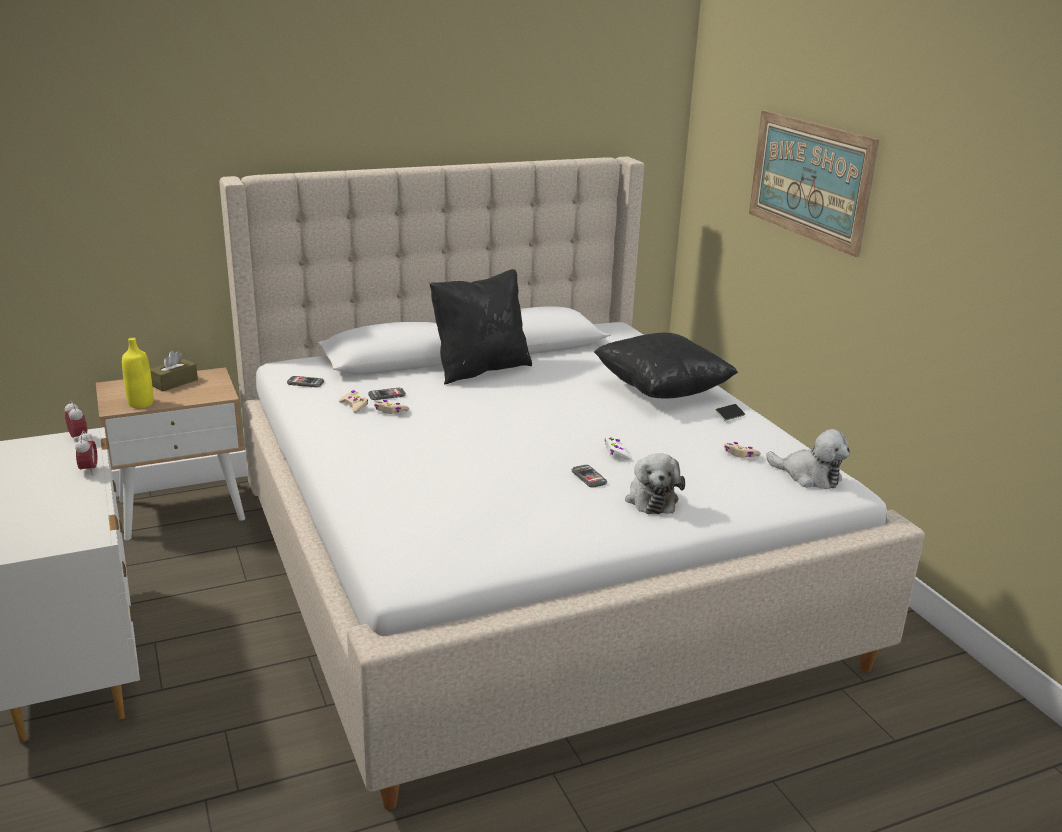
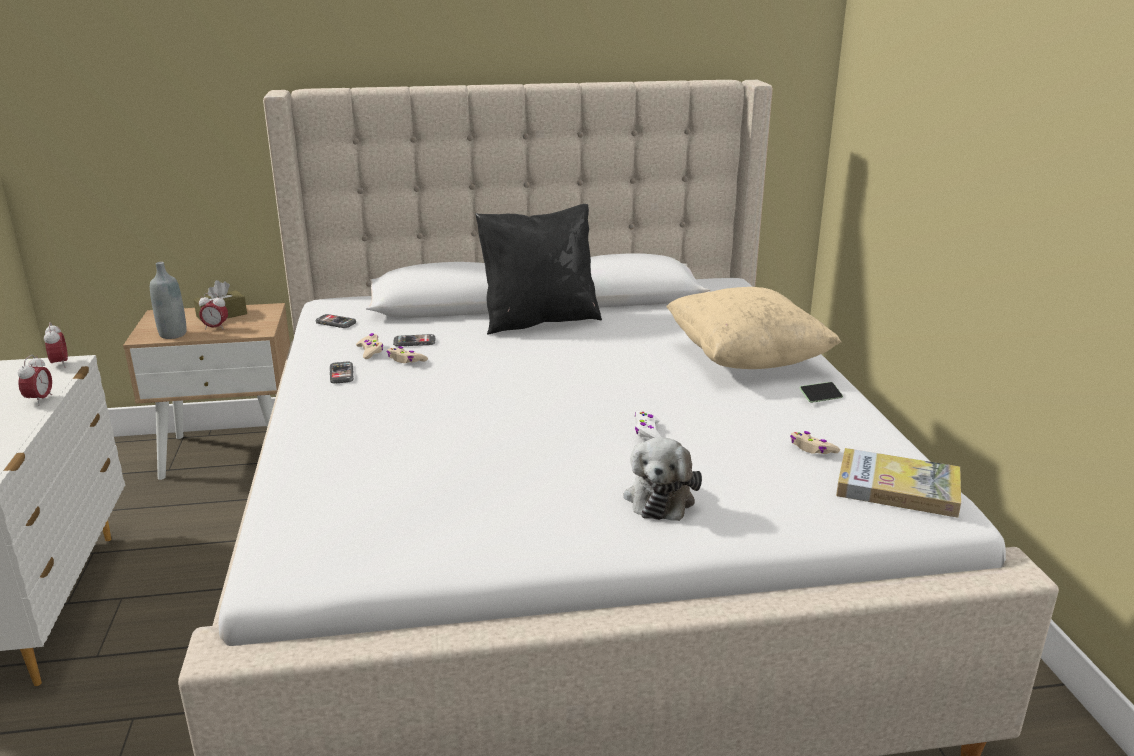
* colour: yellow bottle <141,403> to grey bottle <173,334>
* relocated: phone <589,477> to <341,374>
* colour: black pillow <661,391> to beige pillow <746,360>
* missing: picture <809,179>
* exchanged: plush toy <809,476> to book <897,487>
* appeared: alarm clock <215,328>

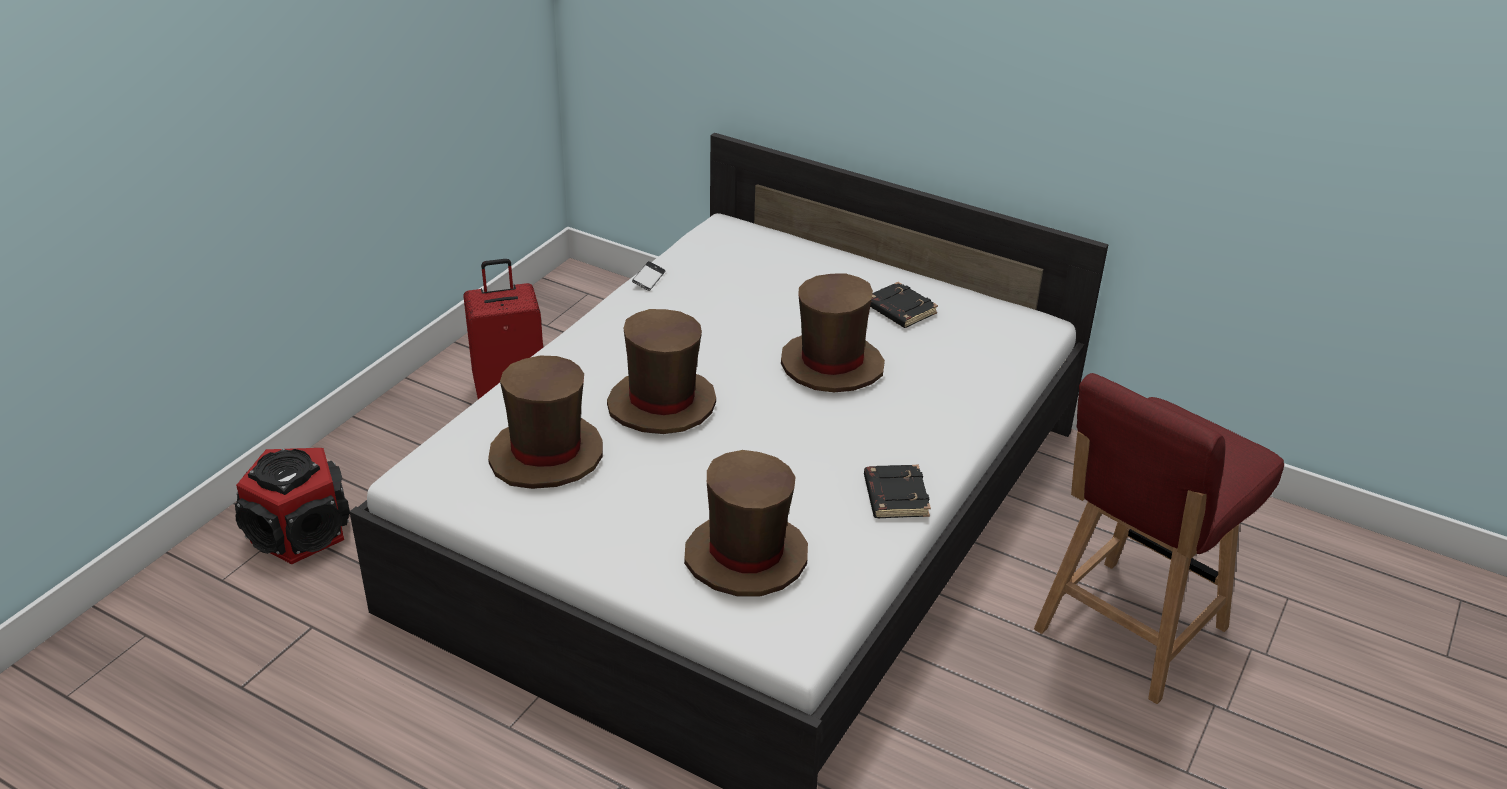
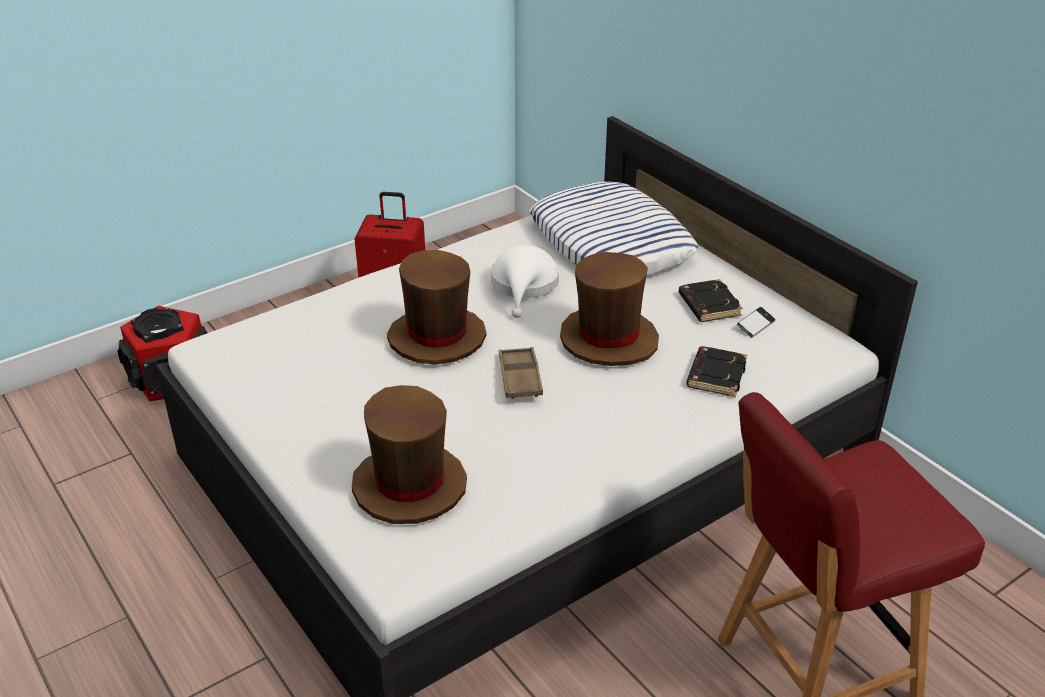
* missing: brown hat <547,455>
* relocated: phone <648,279> to <755,325>
* relocated: black book <894,496> to <715,375>
* appeared: white hat <524,285>
* appeared: brown tray <520,378>
* appeared: pillow <611,242>

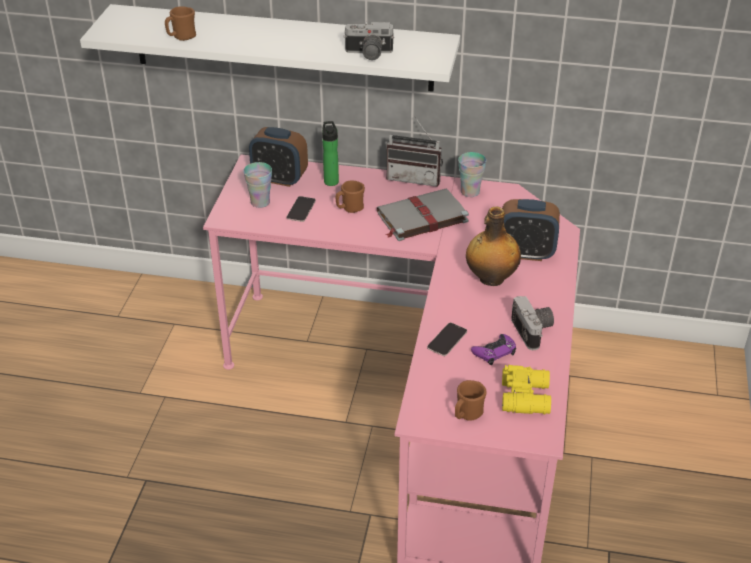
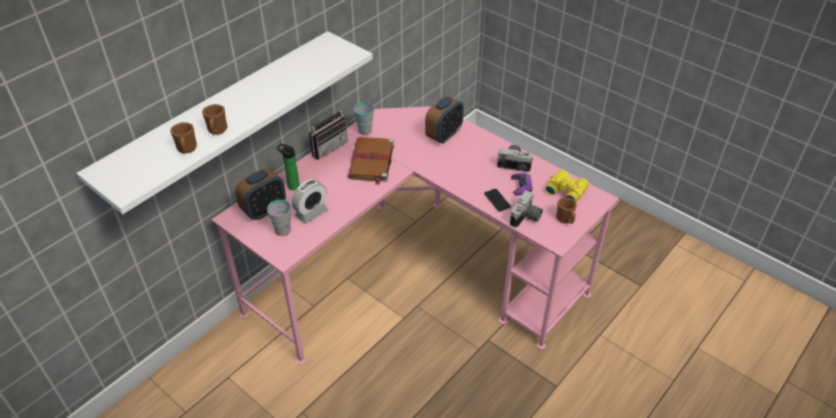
* exchanged: phone <301,209> to alarm clock <311,213>
* relocated: brown mug <350,209> to <217,131>
* relocated: photo camera <368,54> to <526,218>
* colour: grey book <420,217> to brown book <371,162>
* missing: bottle <490,279>

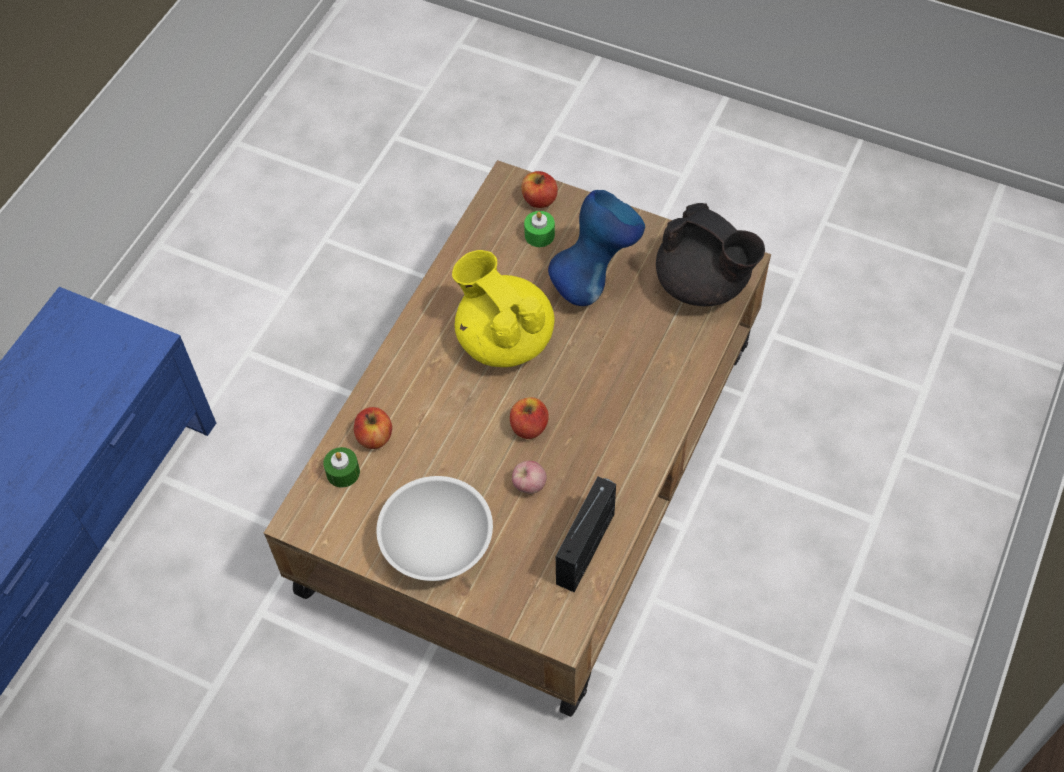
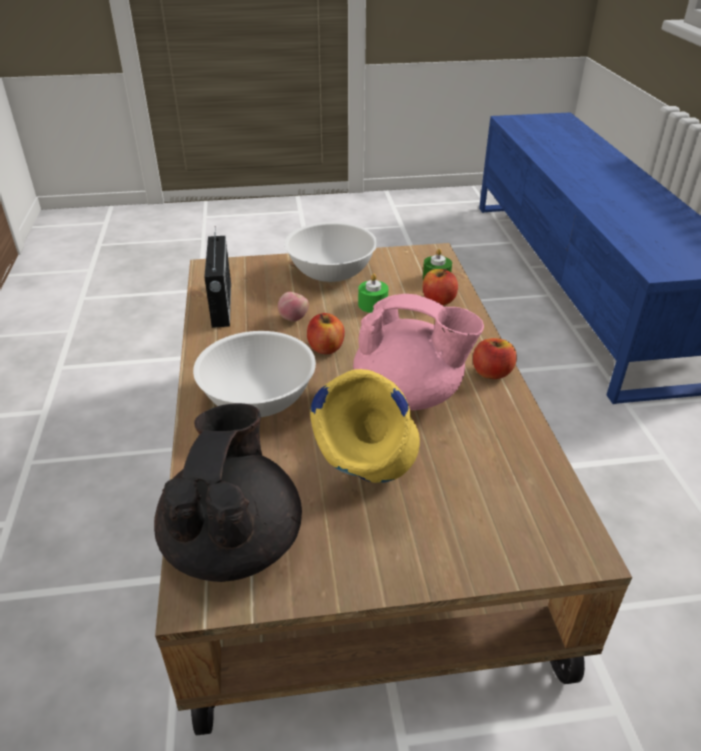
* colour: yellow teapot <504,338> to pink teapot <409,395>
* relocated: apple <539,200> to <492,372>
* relocated: green candle <539,235> to <373,304>
* colour: blue vase <595,279> to yellow vase <369,487>
* spun: black teapot <703,284> = <234,543> 90 degrees clockwise
* appeared: white bowl <258,398>

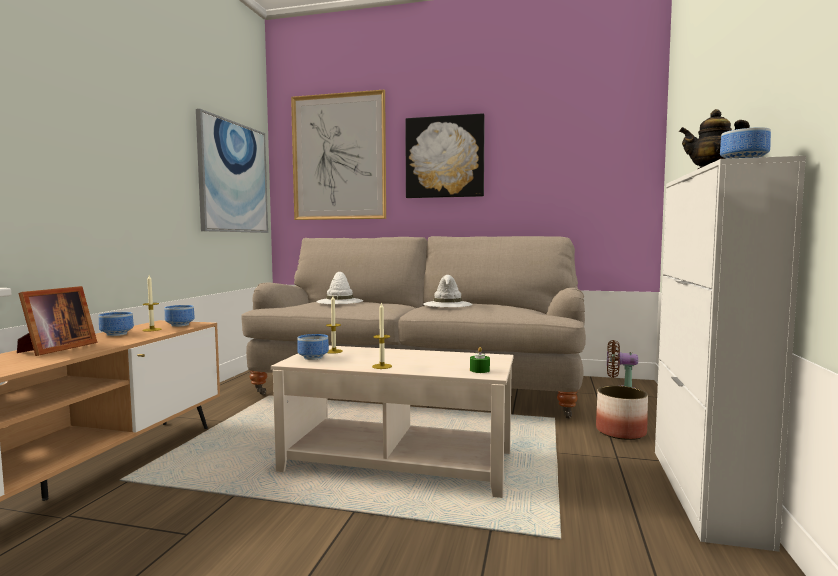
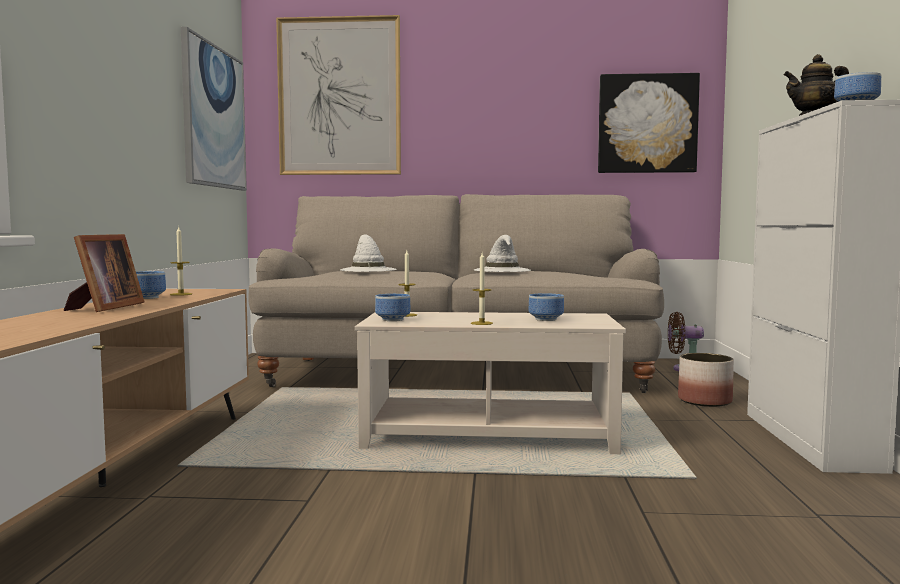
* relocated: bowl <180,325> to <545,319>
* relocated: picture <444,157> to <647,124>
* missing: green candle <479,370>

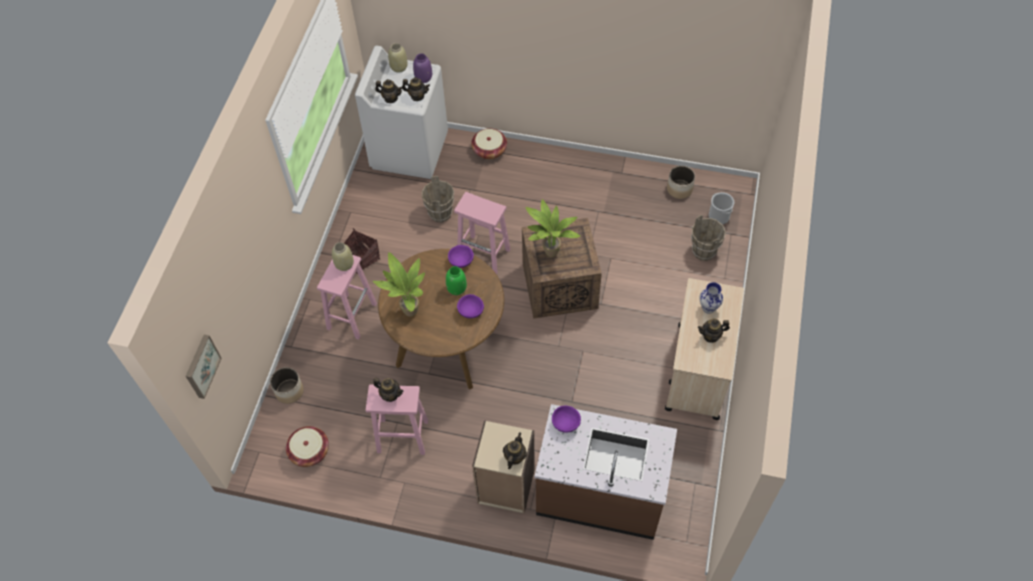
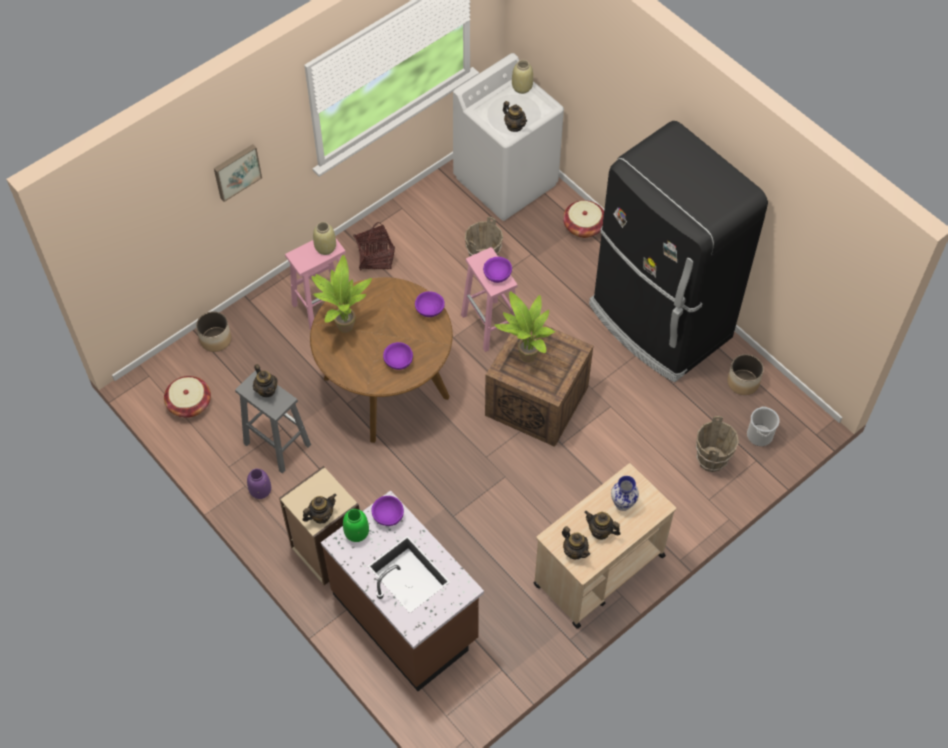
* relocated: picture <201,366> to <236,171>
* colour: pink stool <401,436> to grey stool <276,444>
* relocated: teapot <390,98> to <575,551>
* relocated: purple vase <423,78> to <260,491>
* relocated: green vase <457,288> to <357,533>
* appeared: purple bowl <497,275>
* appeared: black fridge <659,323>

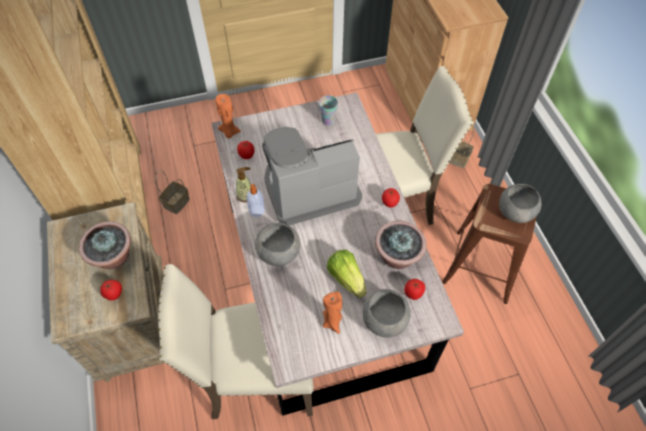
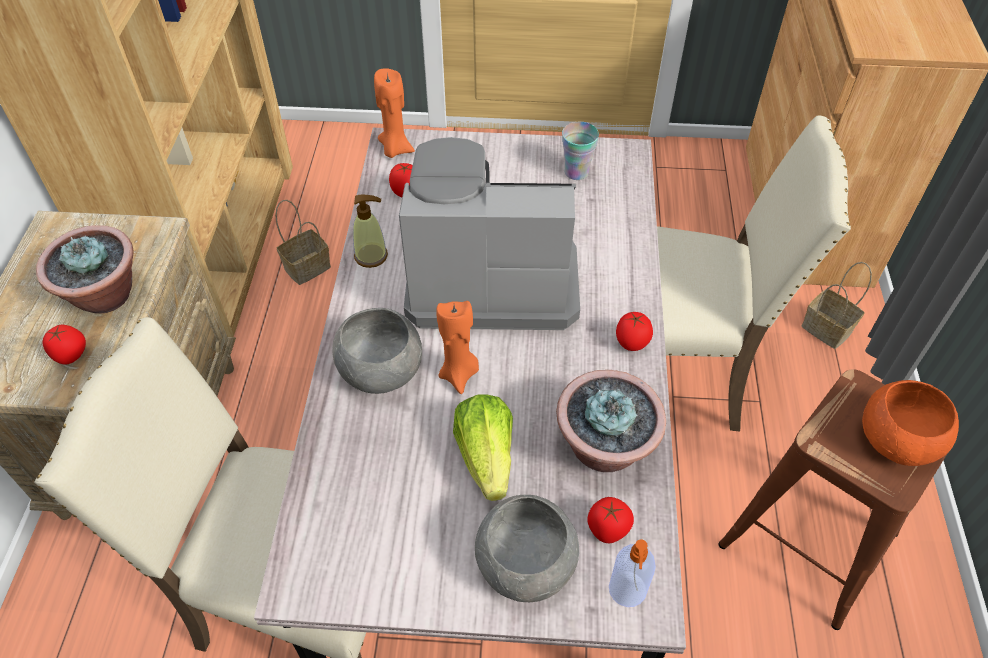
* relocated: soap dispenser <257,211> to <627,591>
* relocated: orange candle <332,322> to <459,374>
* colour: grey bowl <515,212> to orange bowl <896,440>

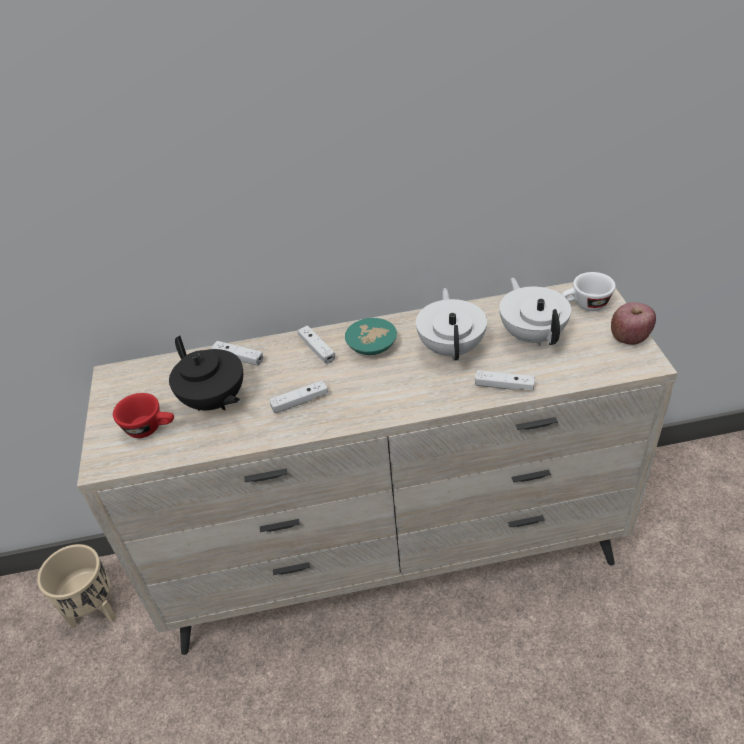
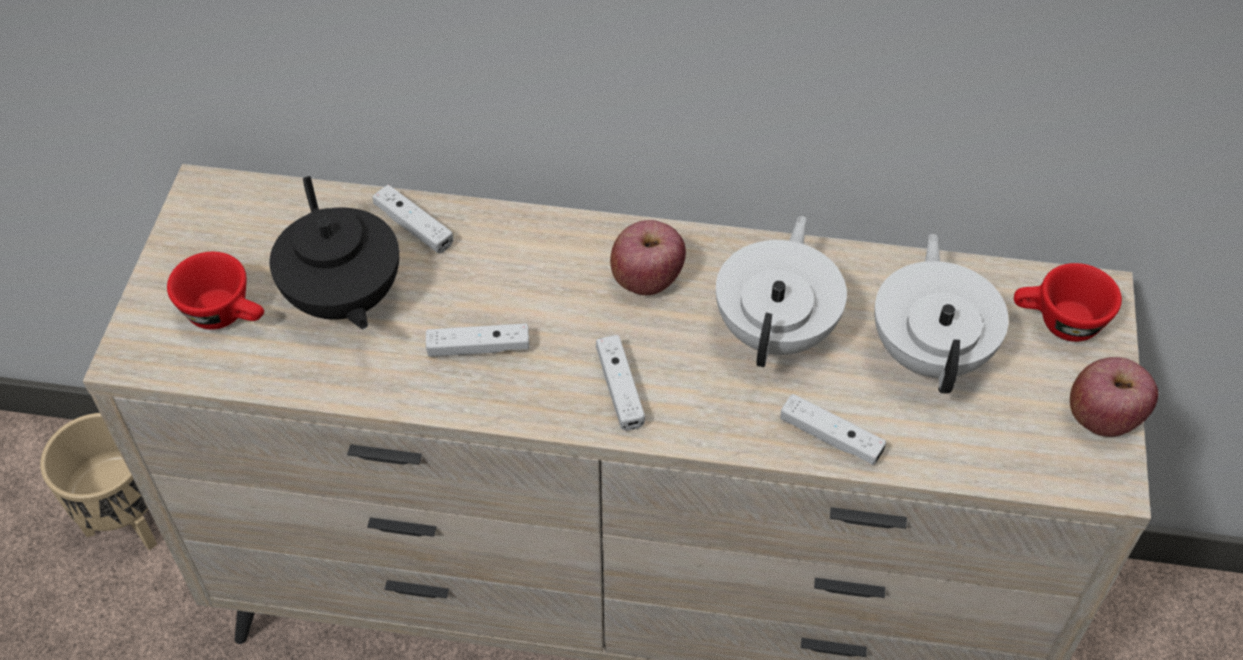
* relocated: white game controller <316,349> to <620,389>
* exchanged: turquoise bowl <373,346> to apple <646,279>
* colour: white cup <585,305> to red cup <1058,322>

